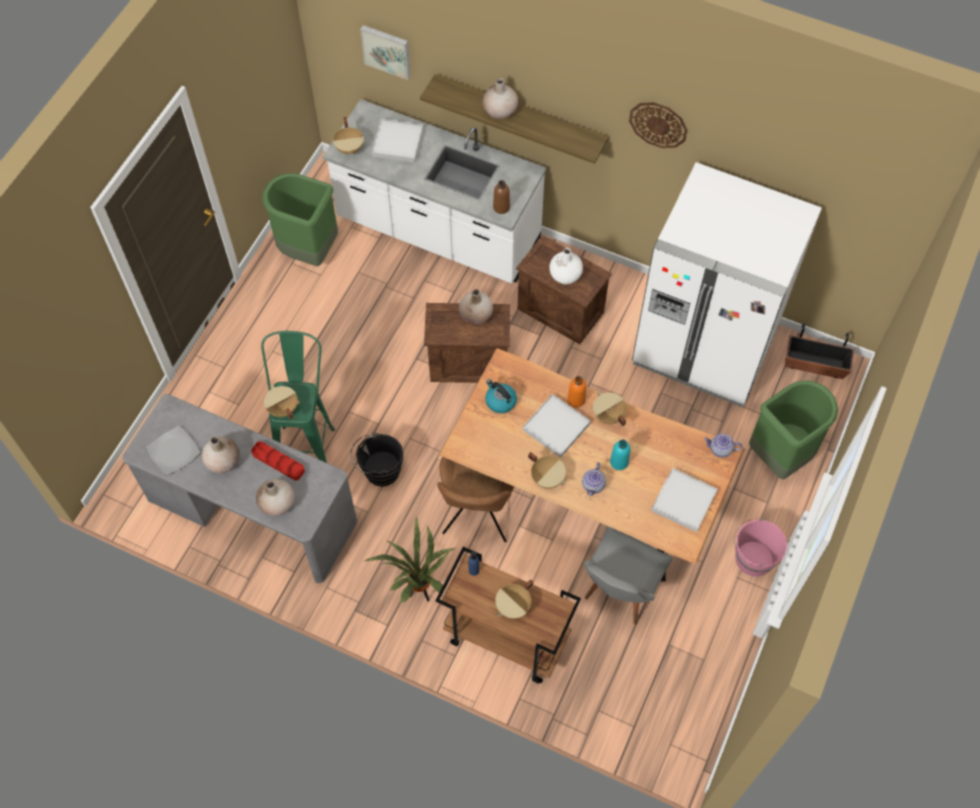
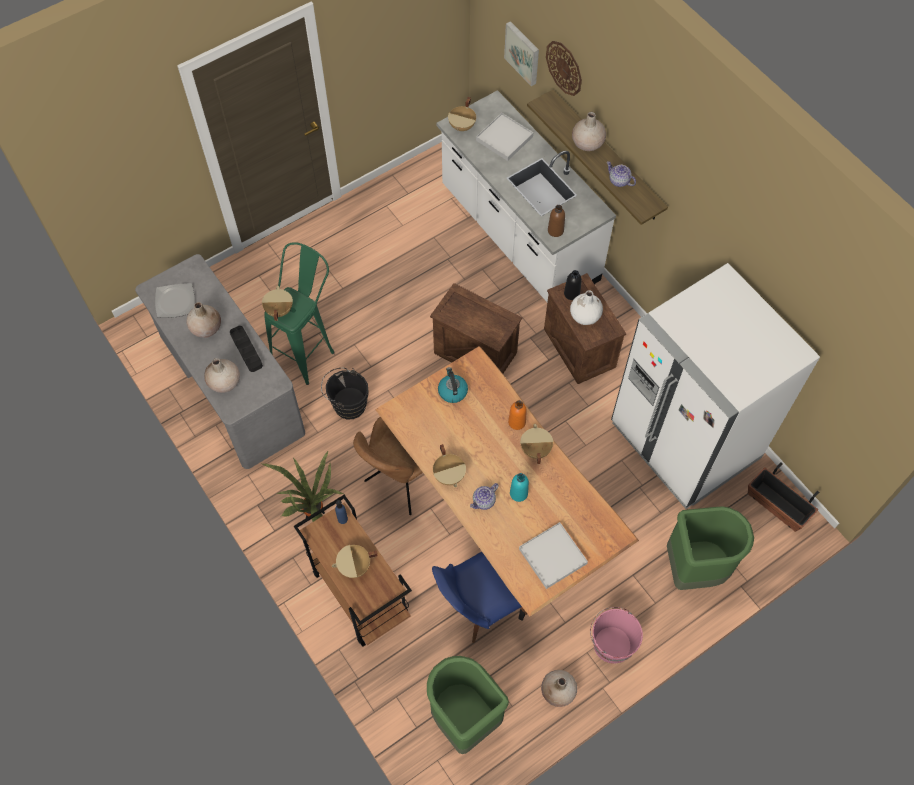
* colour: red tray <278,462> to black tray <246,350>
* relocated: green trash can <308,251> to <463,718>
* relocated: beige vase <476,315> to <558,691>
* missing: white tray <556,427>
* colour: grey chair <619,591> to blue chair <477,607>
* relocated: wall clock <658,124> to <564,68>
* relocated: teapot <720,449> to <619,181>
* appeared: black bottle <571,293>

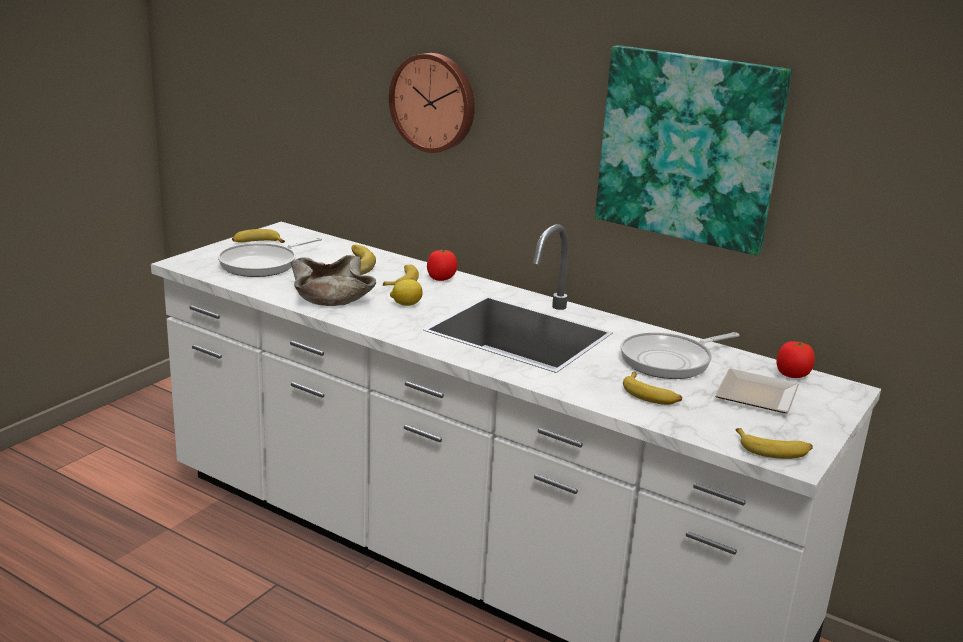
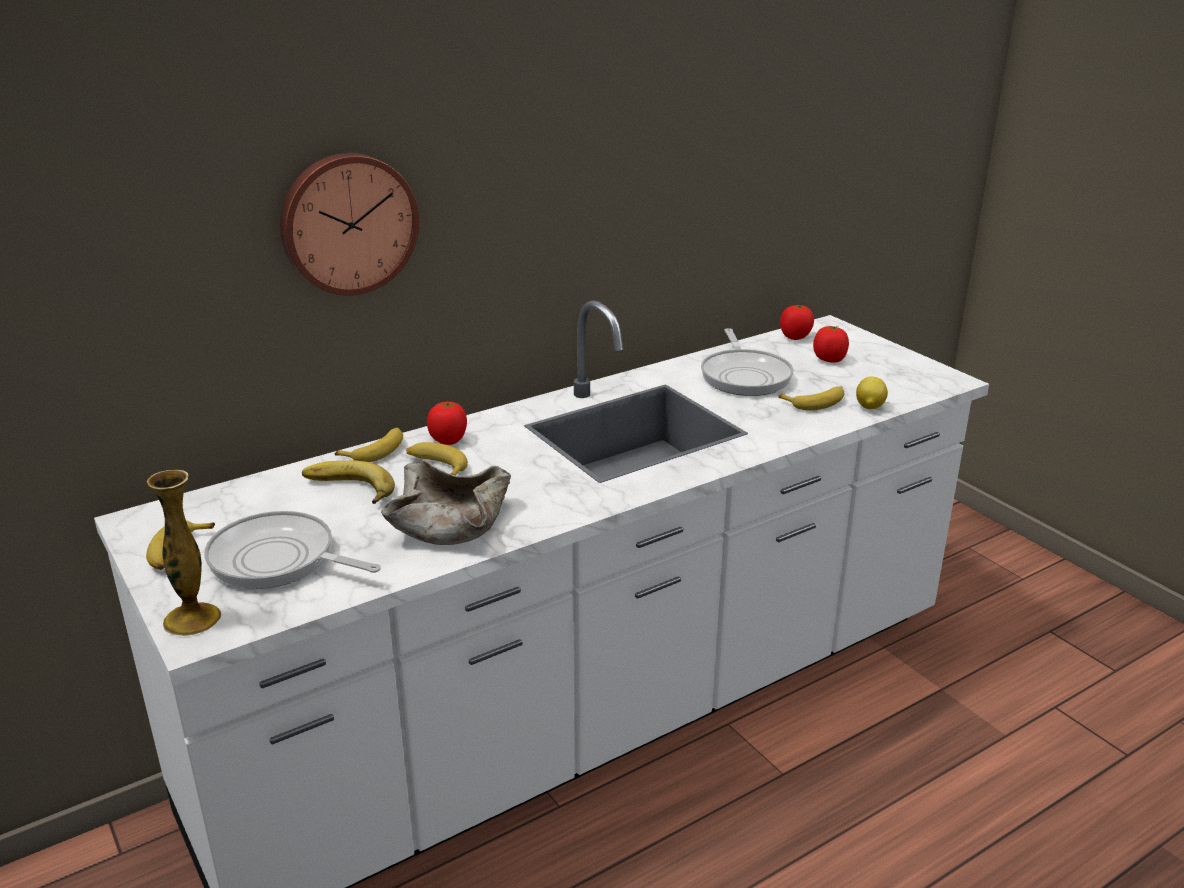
* spun: frying pan <262,264> = <278,560> 135 degrees clockwise
* relocated: lemon <406,304> to <869,407>
* missing: picture <689,147>
* exchanged: plate <759,395> to tomato <829,360>
* relocated: banana <773,450> to <375,450>
* appeared: vase <192,619>

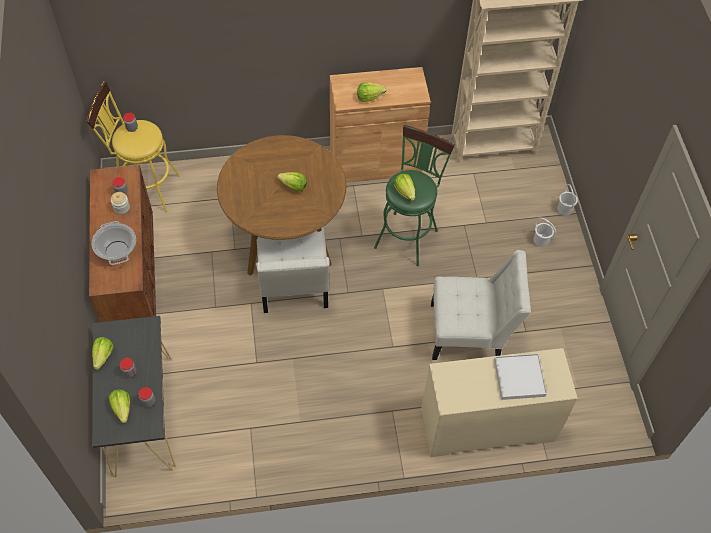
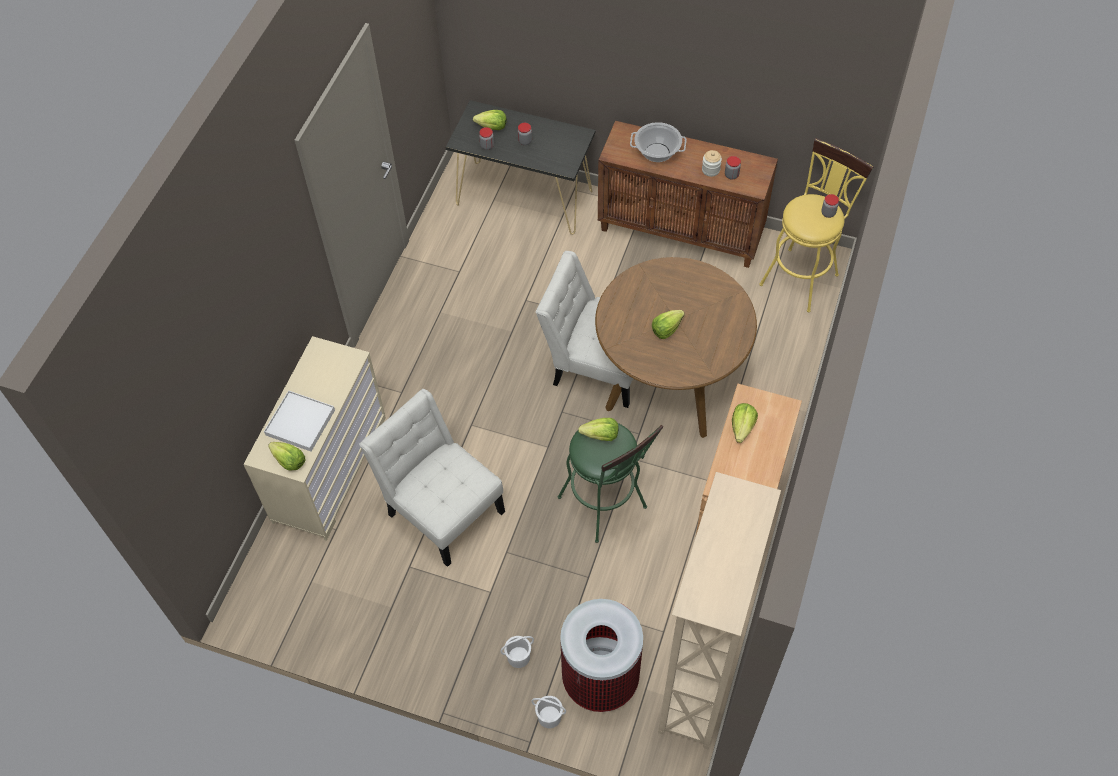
* relocated: lettuce <103,356> to <289,461>
* spun: white chair <470,332> = <442,508> 105 degrees clockwise
* appeared: trash can <600,679>

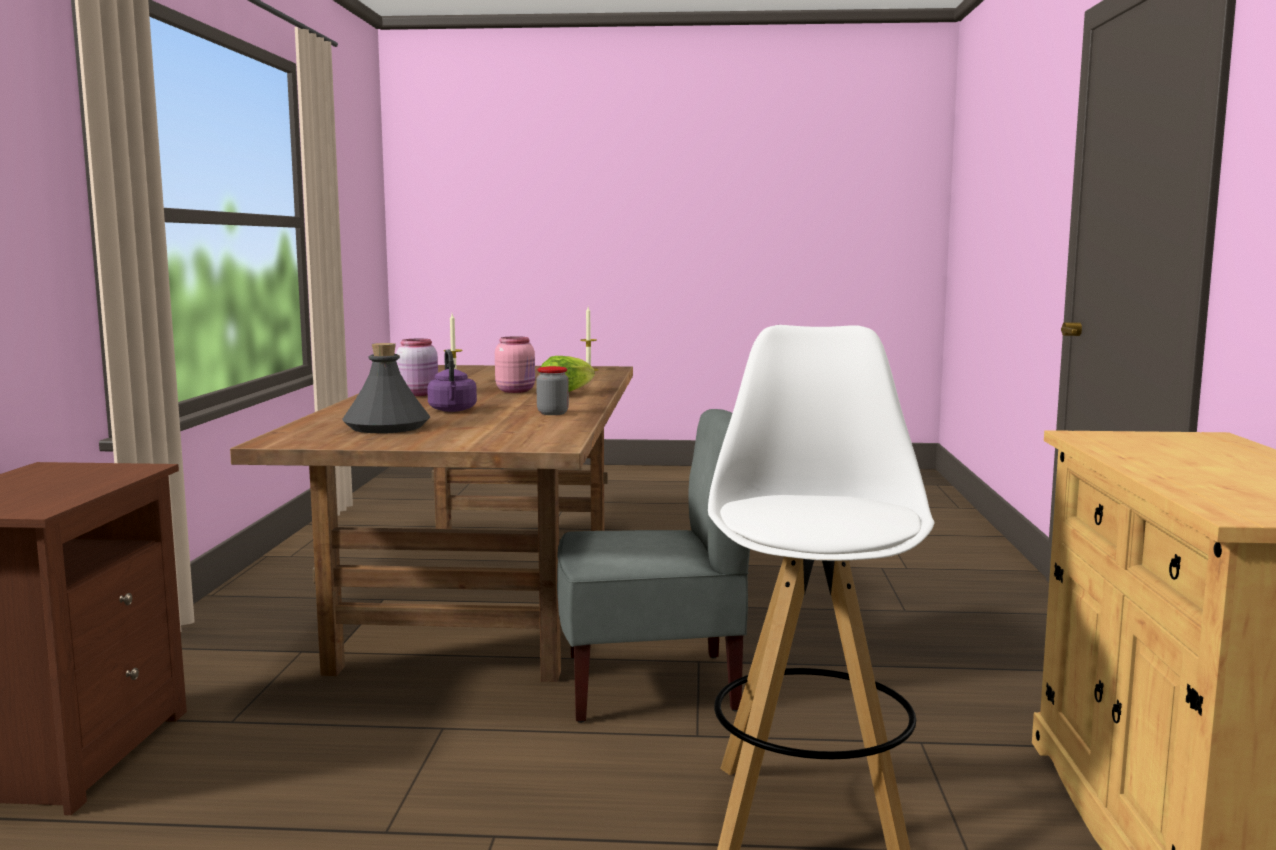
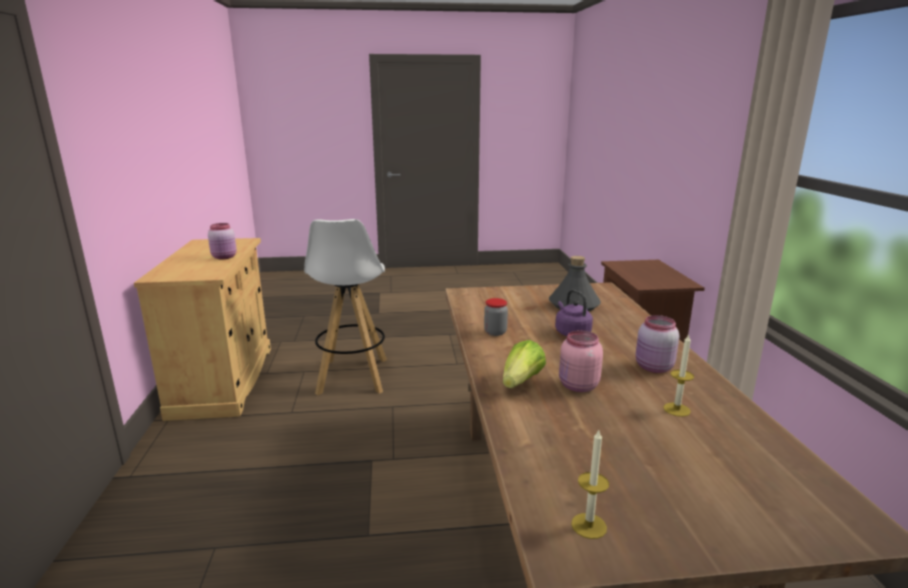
* missing: grey chair <652,685>
* appeared: pink jar <225,257>

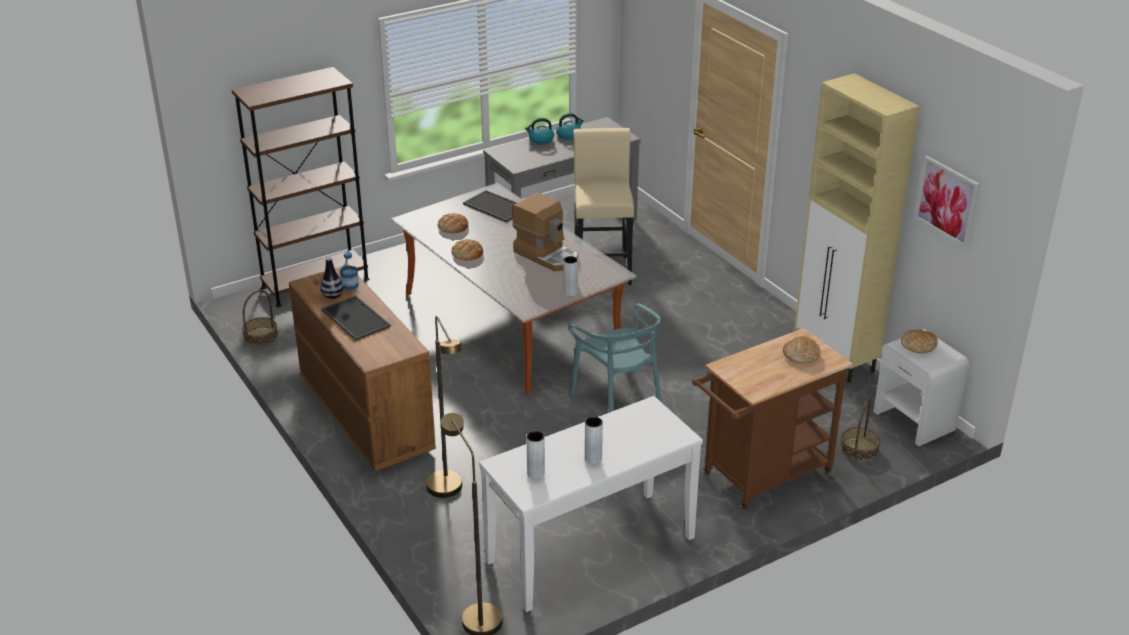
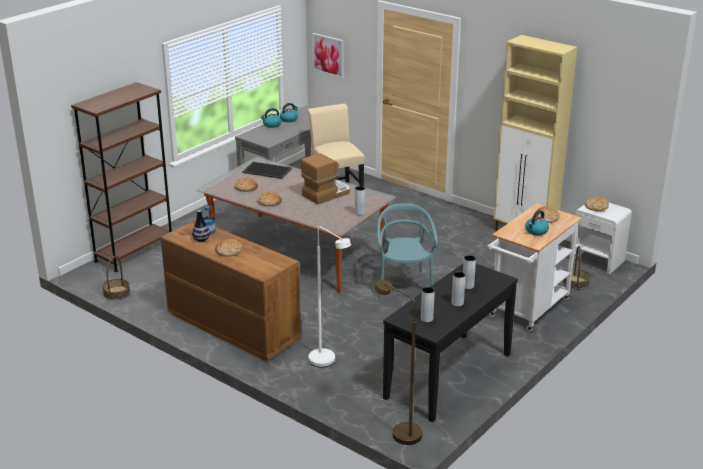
* exchanged: tray <354,318> to bread <228,250>
* colour: brown floor lamp <448,492> to white floor lamp <327,362>
* colour: white console table <591,550> to black console table <449,376>
* spun: coffee machine <547,255> = <326,194> 60 degrees counterclockwise
* spun: turquoise chair <618,401> = <404,285> 135 degrees counterclockwise
* colour: brown cart <760,477> to white cart <527,311>
* relocated: picture <947,200> to <328,55>
* appeared: grey vase <468,286>
* appeared: kettle <536,231>

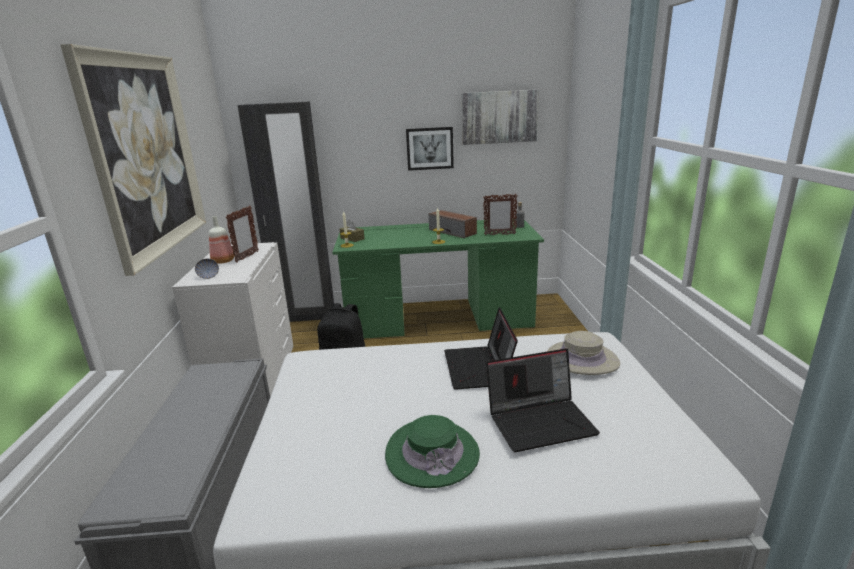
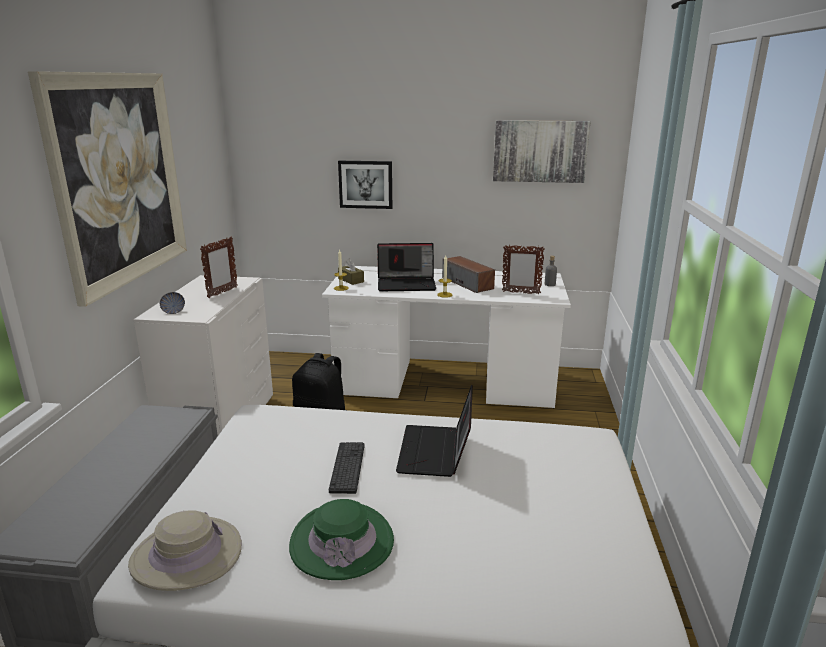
* missing: bottle <222,261>
* missing: black wardrobe <305,316>
* colour: green desk <438,318> to white desk <445,382>
* relocated: picture <429,148> to <365,184>
* relocated: laptop <541,421> to <407,284>
* relocated: beige hat <582,360> to <186,555>
* appeared: keyboard <347,467>

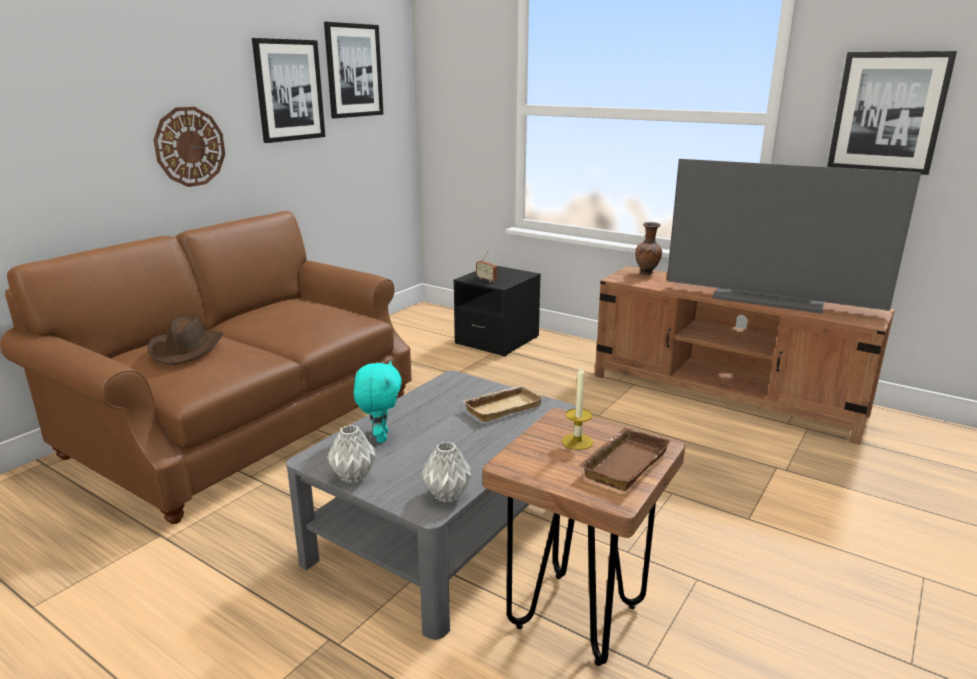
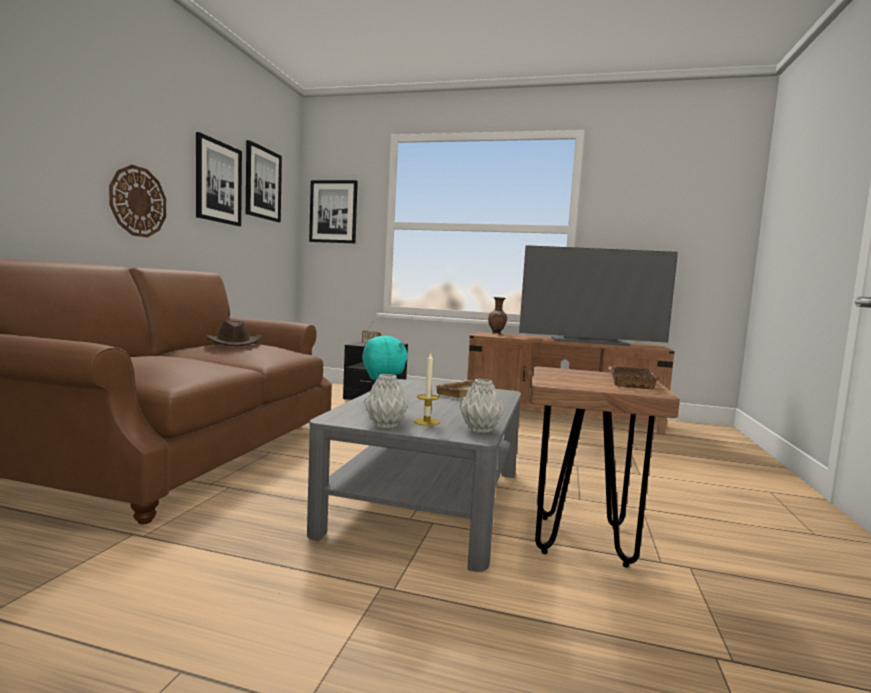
* relocated: brown hat <187,349> to <234,343>
* relocated: candle <577,441> to <426,422>
* relocated: picture <888,112> to <333,212>

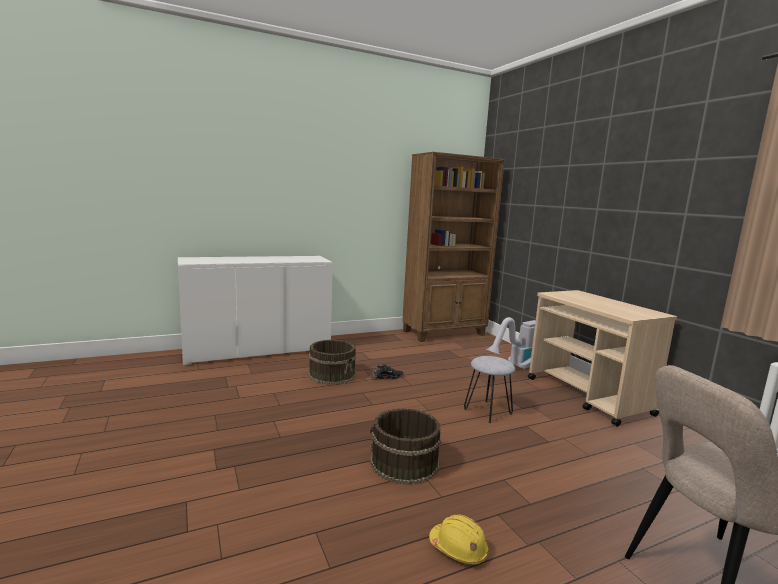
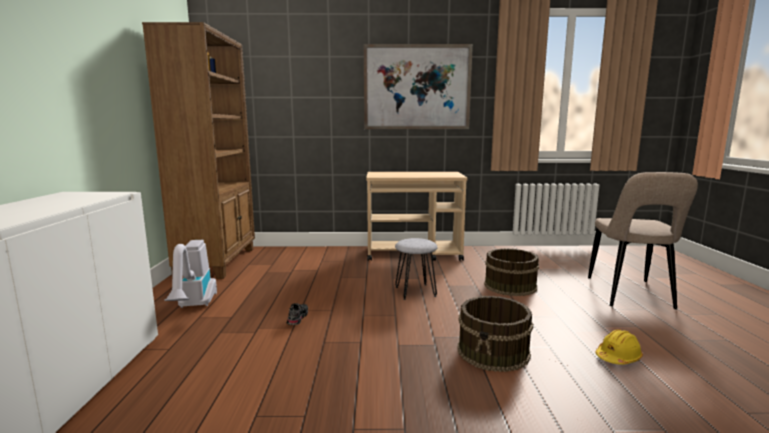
* relocated: brown bucket <332,374> to <510,286>
* relocated: vacuum cleaner <516,367> to <194,307>
* appeared: picture <417,87>

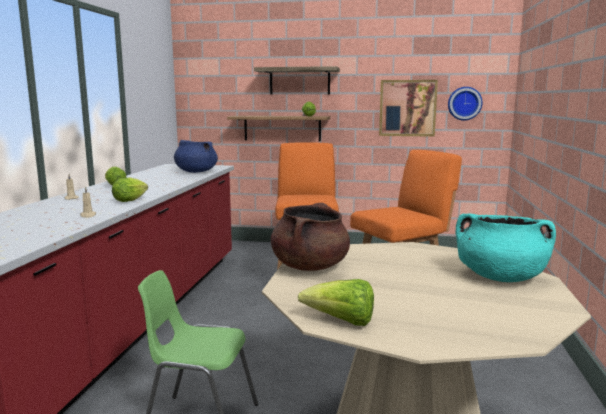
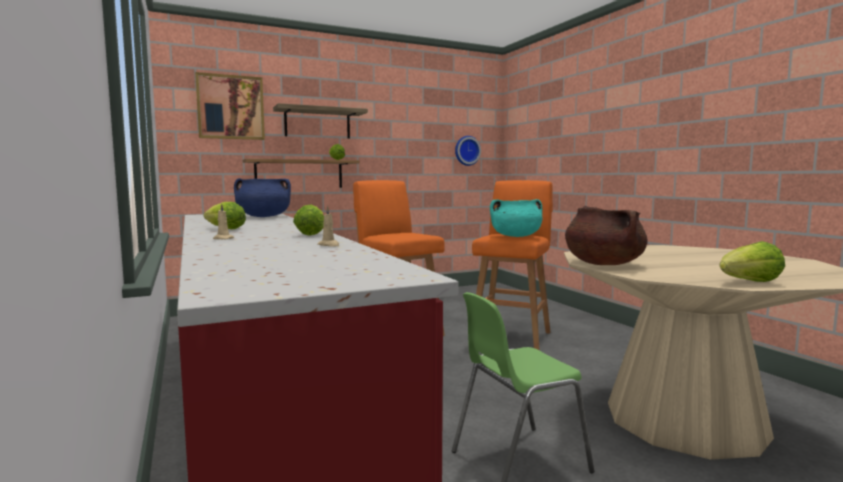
* relocated: picture <407,108> to <230,107>
* relocated: turquoise cooking pot <500,277> to <516,236>

